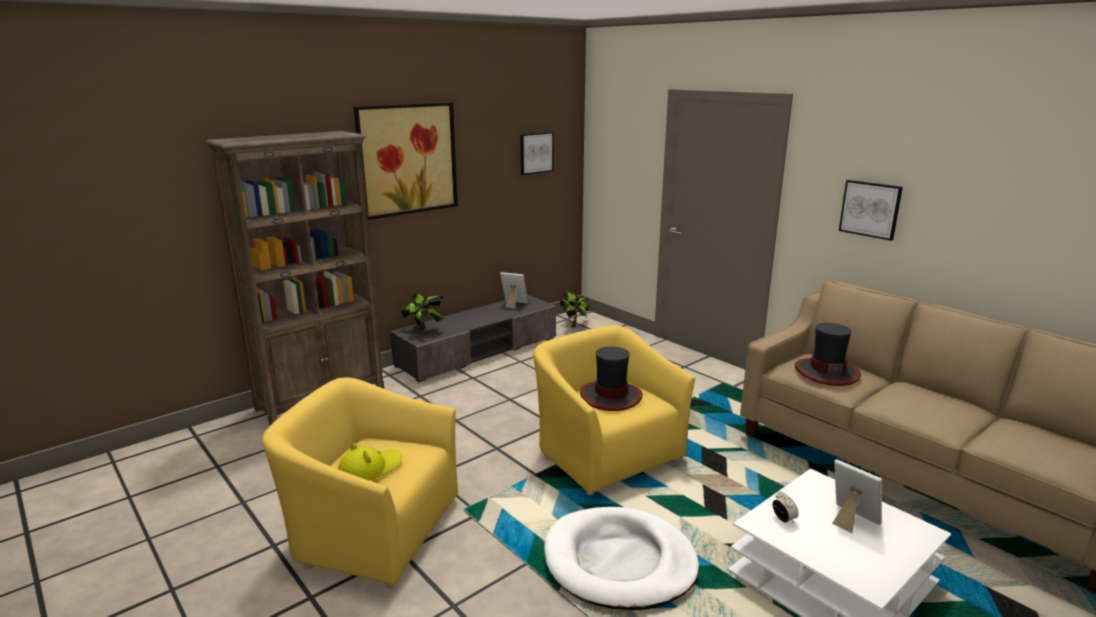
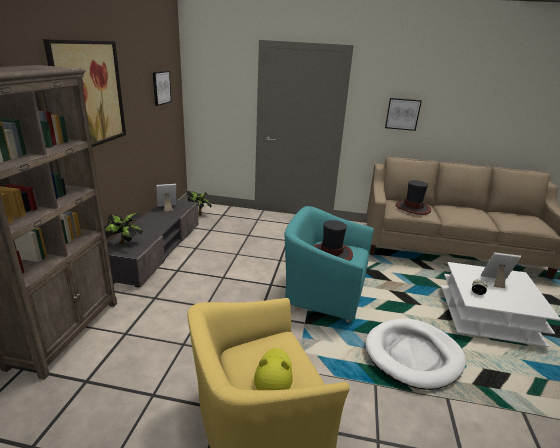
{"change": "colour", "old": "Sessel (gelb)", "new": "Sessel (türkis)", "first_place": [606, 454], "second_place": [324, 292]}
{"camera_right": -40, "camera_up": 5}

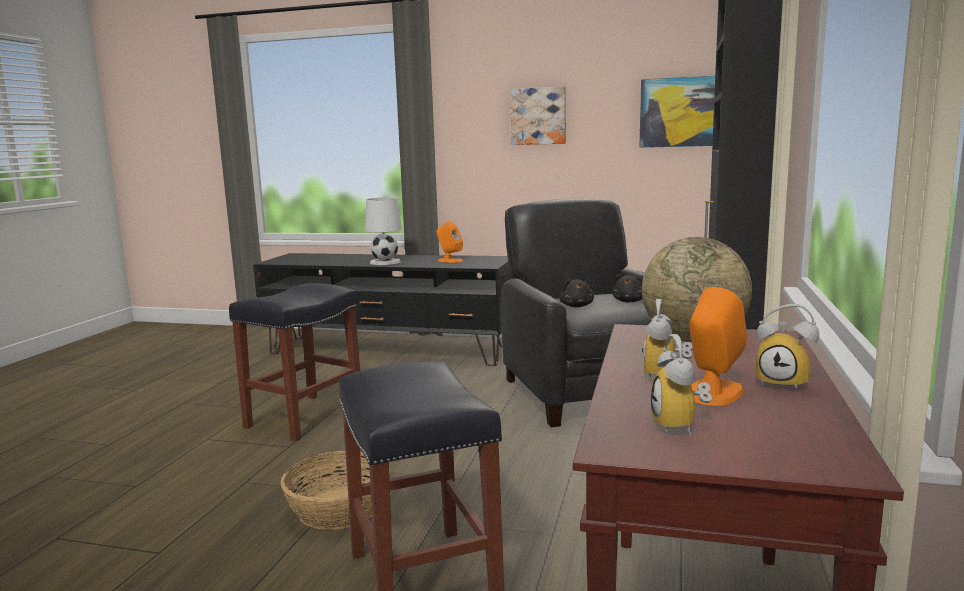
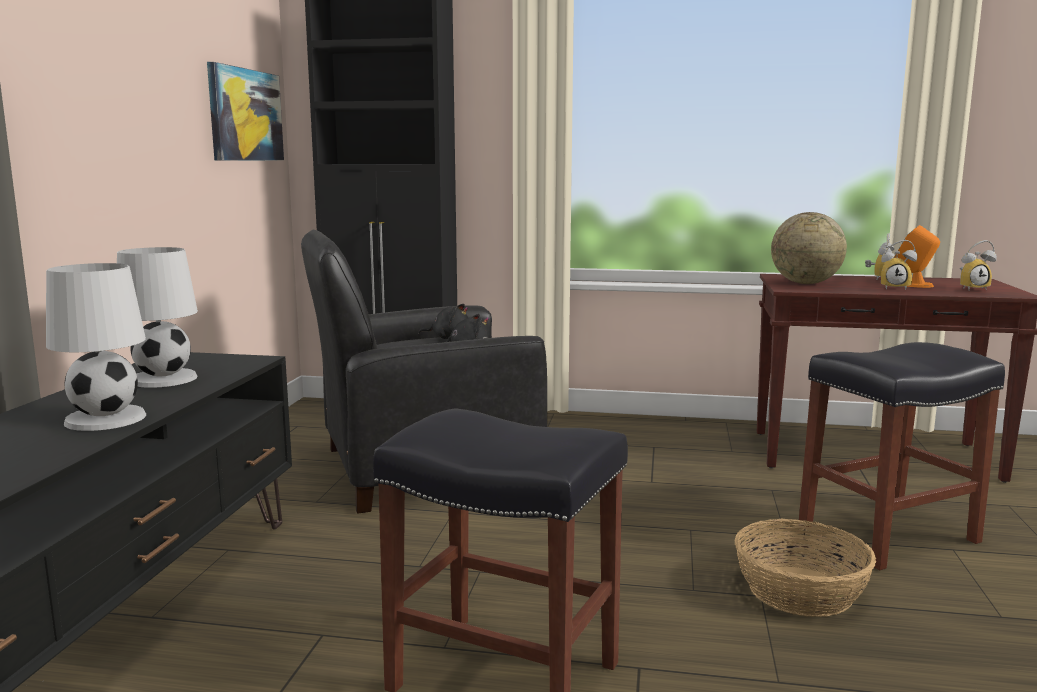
{"change": "missing", "old": "Bild", "first_place": [538, 116]}
{"change": "exchanged", "old": "Lautsprecher (orange)", "new": "Tischlampe (weiß)", "first_place": [449, 260], "second_place": [162, 379]}
{"camera_right": -95, "camera_up": 0}

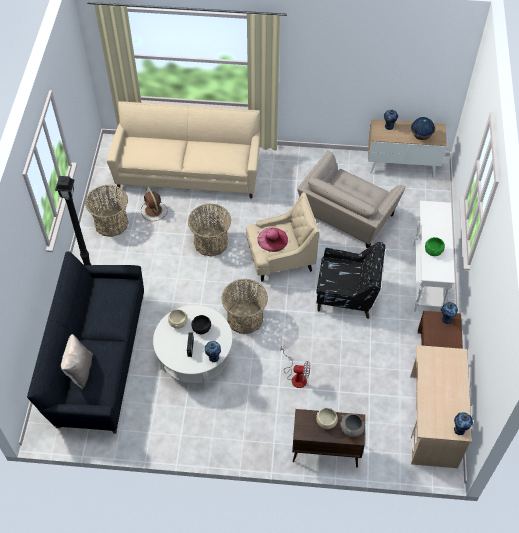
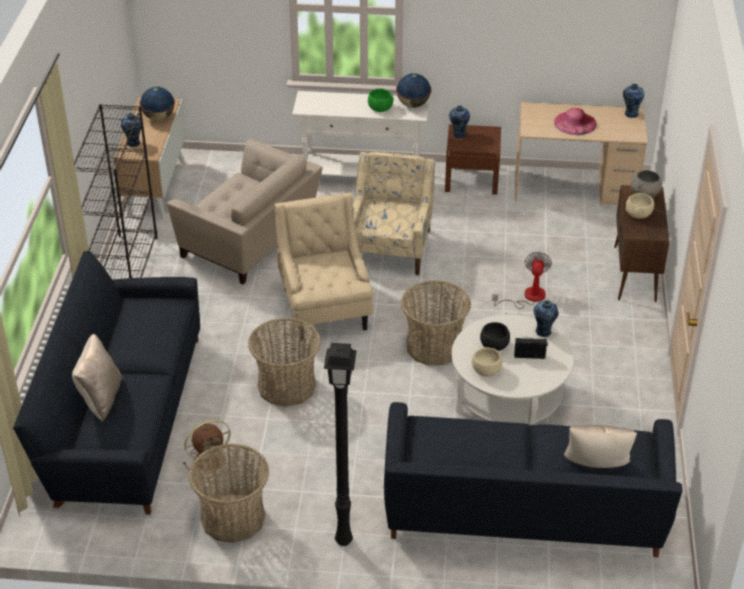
{"change": "appeared", "new": "Kissen (beige)", "second_place": [101, 398]}
{"change": "appeared", "new": "Bücherregal (schwarz)", "second_place": [126, 268]}
{"change": "appeared", "new": "Globus", "second_place": [413, 105]}
{"change": "relocated", "old": "Hut (rosa)", "first_place": [272, 239], "second_place": [575, 123]}
{"change": "colour", "old": "Sofa (beige)", "new": "Sofa (schwarz)", "first_place": [188, 171], "second_place": [123, 418]}
{"change": "colour", "old": "Sessel (schwarz)", "new": "Sessel (beige)", "first_place": [347, 295], "second_place": [390, 247]}
{"camera_right": -90, "camera_up": -15}

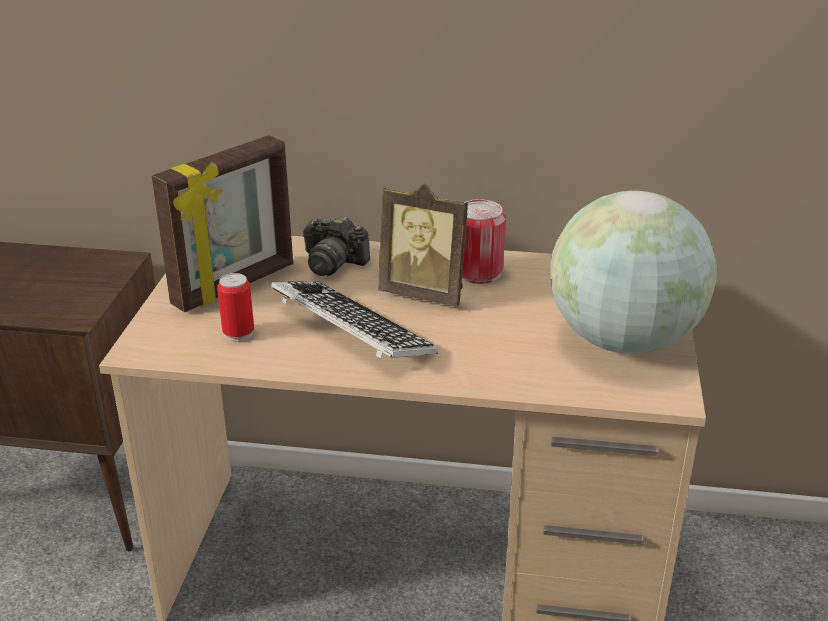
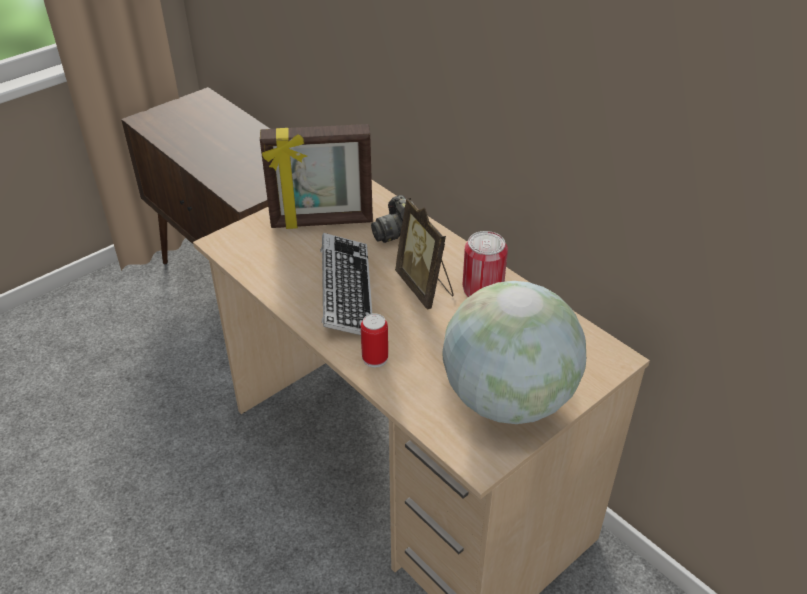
{"change": "relocated", "old": "Dose", "first_place": [238, 333], "second_place": [375, 358]}
{"camera_right": 40, "camera_up": 10}

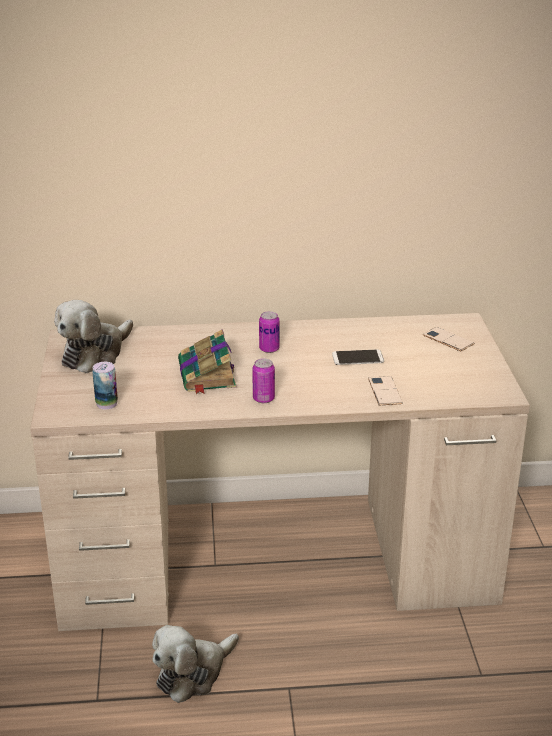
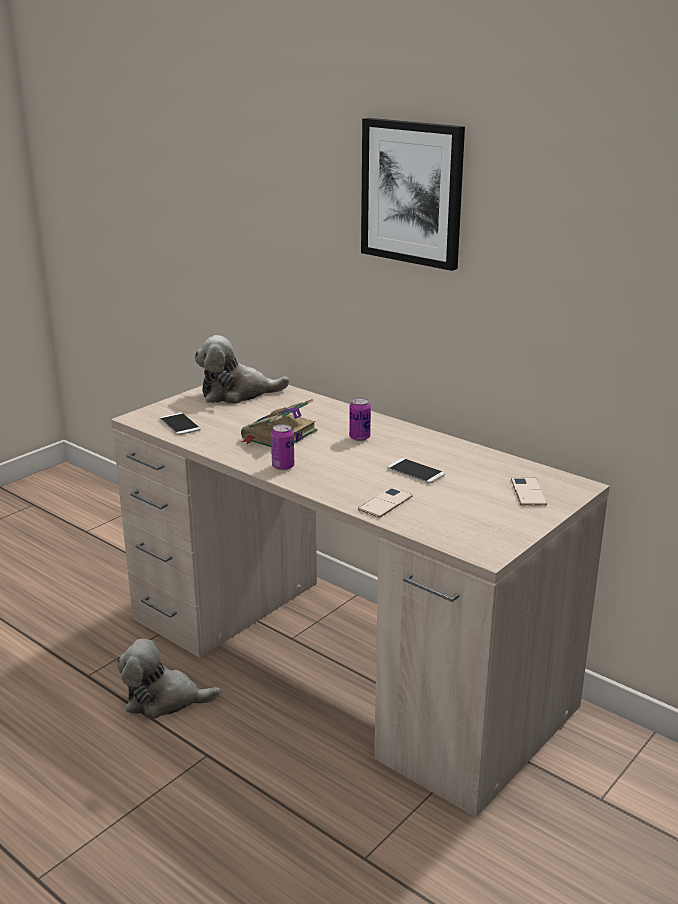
{"change": "appeared", "new": "Bild", "second_place": [412, 192]}
{"change": "exchanged", "old": "Dose", "new": "Handy", "first_place": [106, 404], "second_place": [179, 424]}
{"camera_right": 45, "camera_up": -5}

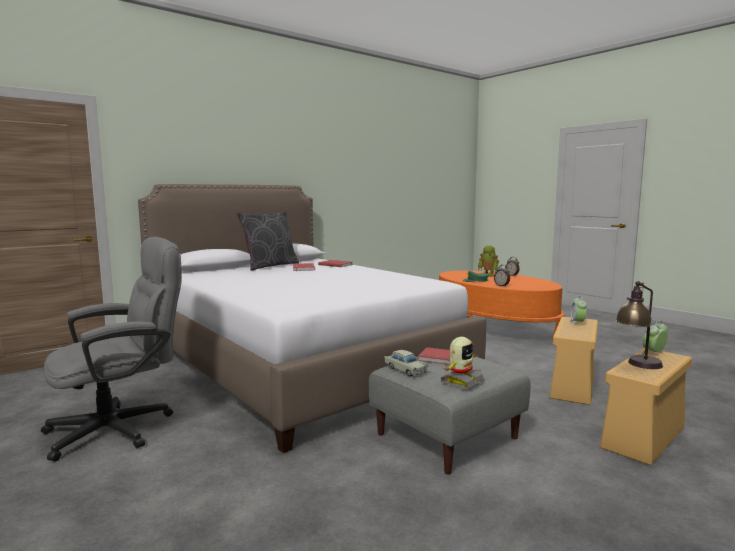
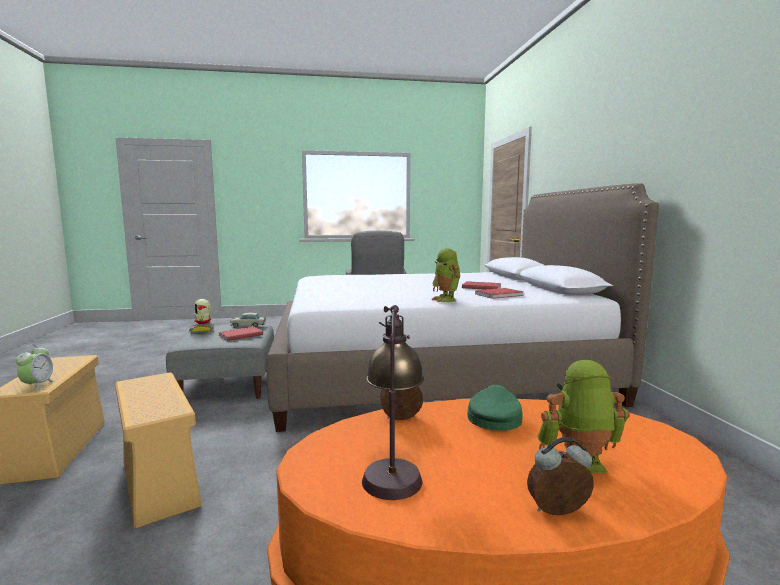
{"change": "missing", "old": "Kissen (grau)", "first_place": [270, 266]}
{"change": "missing", "old": "Wecker", "first_place": [577, 323]}
{"change": "appeared", "new": "Spielzeugroboter", "second_place": [446, 300]}
{"change": "relocated", "old": "Tischlampe", "first_place": [637, 365], "second_place": [393, 468]}
{"camera_right": 120, "camera_up": 0}

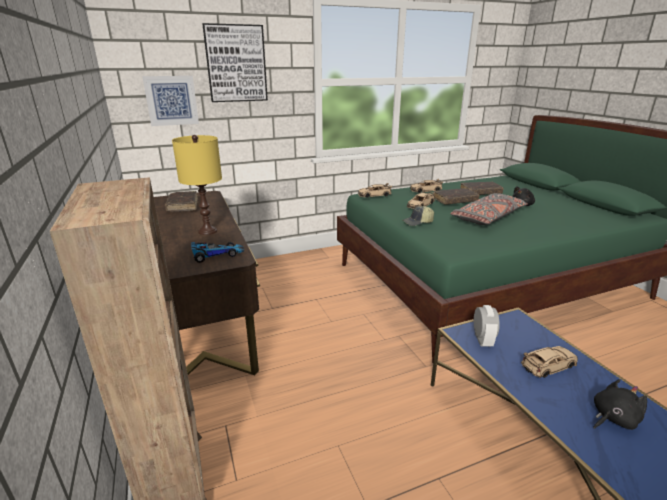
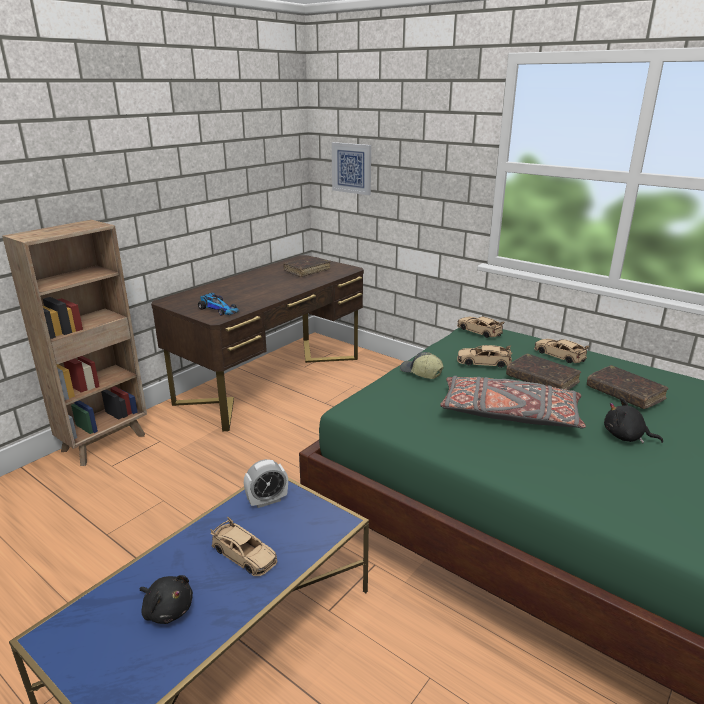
{"change": "missing", "old": "Tischlampe (gelb)", "first_place": [207, 231]}
{"change": "missing", "old": "Bild", "first_place": [236, 64]}
{"camera_right": 60, "camera_up": 0}

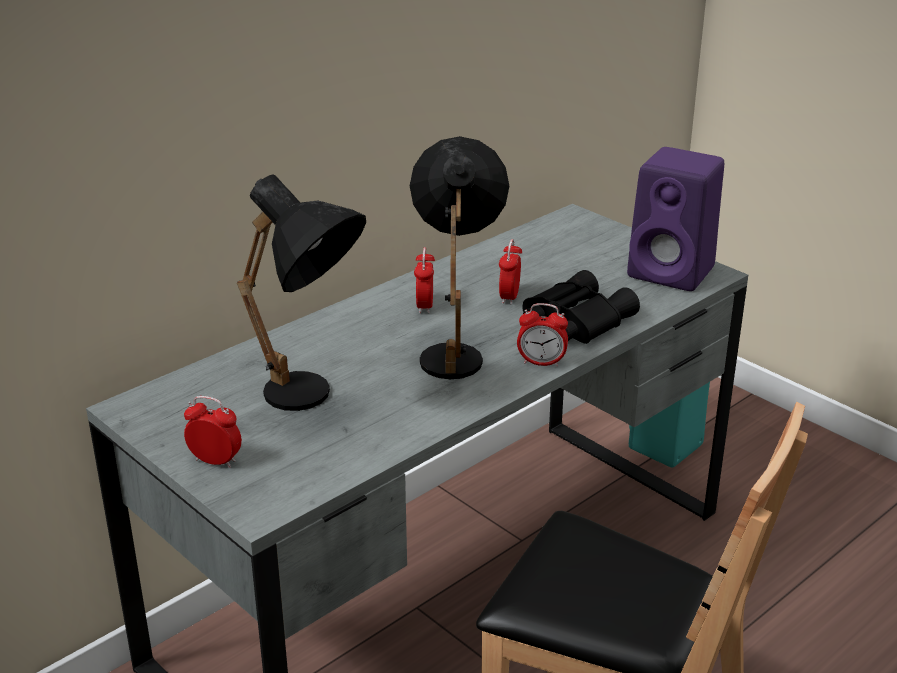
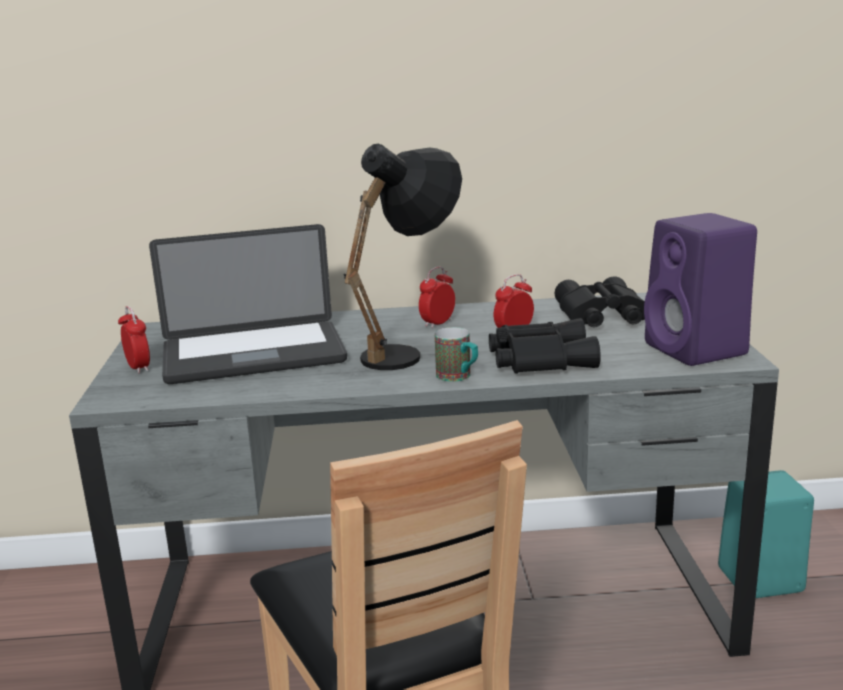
{"change": "appeared", "new": "Fernglas (schwarz)", "second_place": [599, 316]}
{"change": "exchanged", "old": "Tischlampe (schwarz)", "new": "Laptop", "first_place": [312, 403], "second_place": [253, 355]}
{"change": "exchanged", "old": "Wecker", "new": "Henkelbecher", "first_place": [541, 362], "second_place": [459, 377]}
{"camera_right": 40, "camera_up": -10}

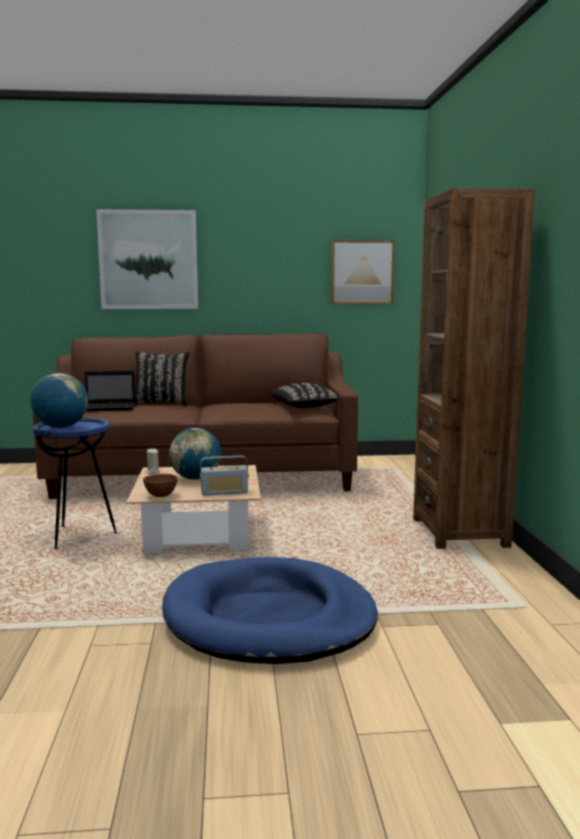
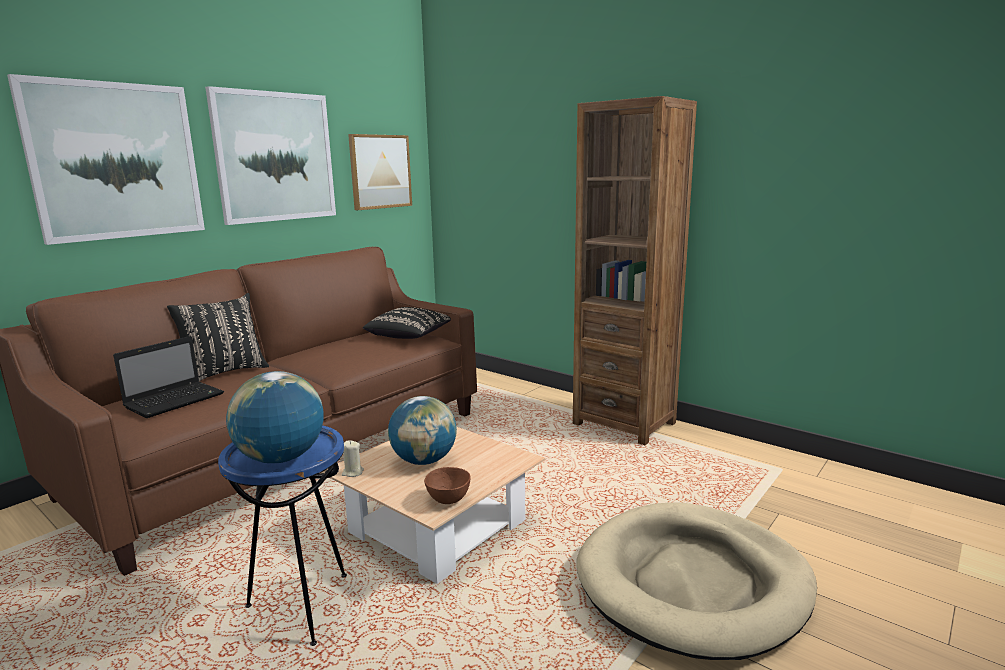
{"change": "missing", "old": "Radio", "first_place": [224, 492]}
{"change": "appeared", "new": "Bild", "second_place": [275, 157]}
{"change": "colour", "old": "Hundebett (blau)", "new": "Hundebett (beige)", "first_place": [269, 618], "second_place": [693, 582]}
{"camera_right": -45, "camera_up": 5}

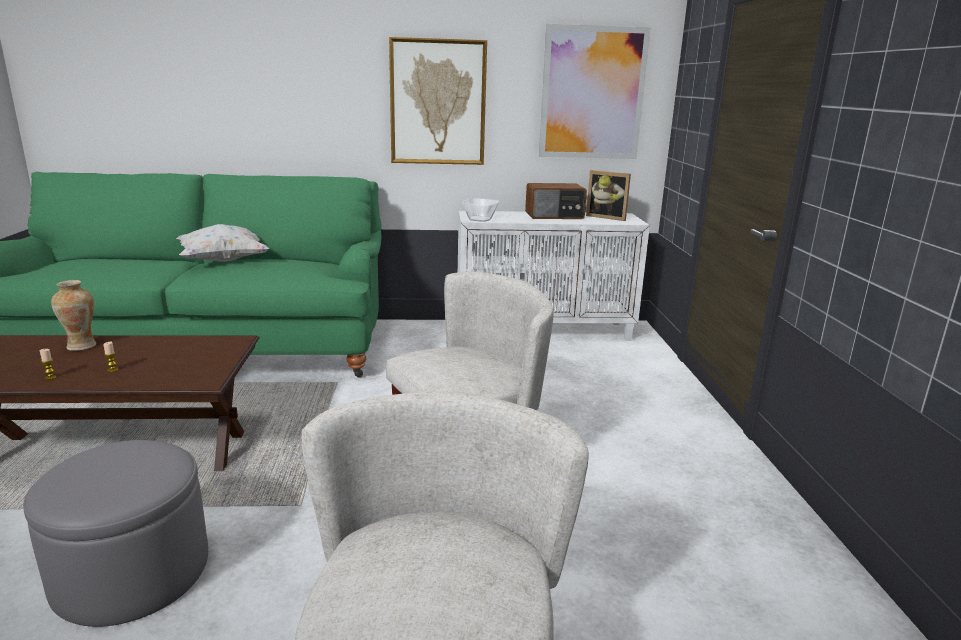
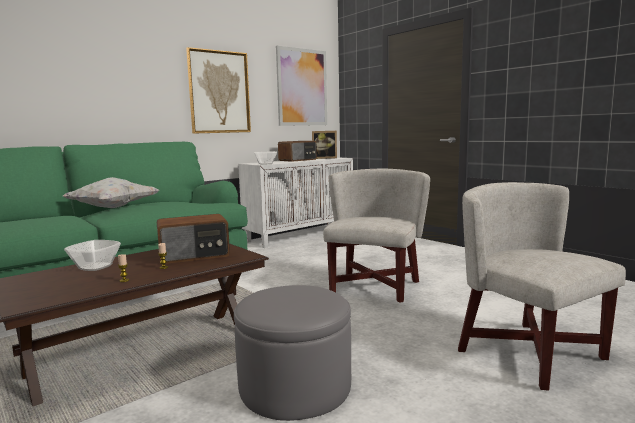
{"change": "appeared", "new": "Radio", "second_place": [194, 255]}
{"change": "exchanged", "old": "Vase", "new": "Schüssel", "first_place": [81, 346], "second_place": [95, 267]}
{"camera_right": -35, "camera_up": -10}

